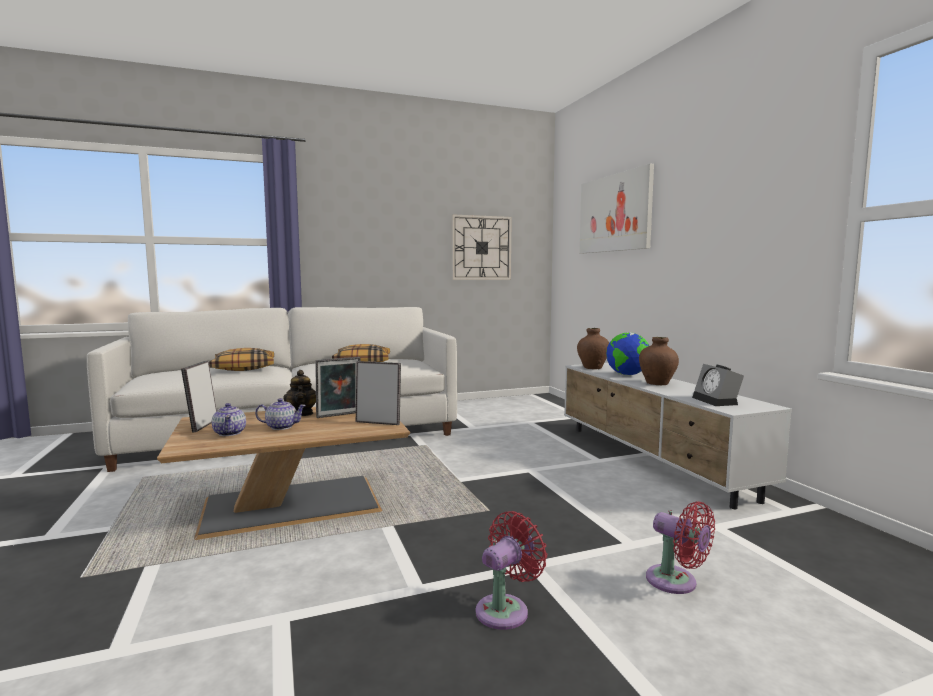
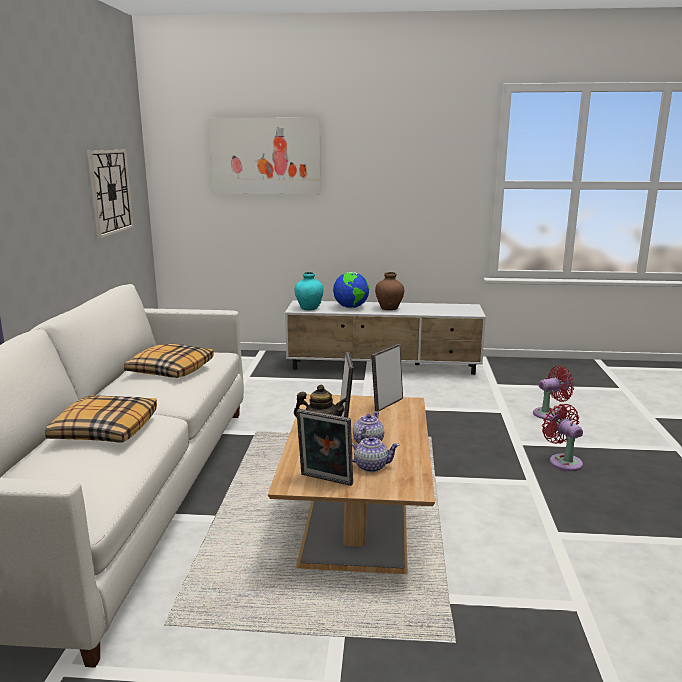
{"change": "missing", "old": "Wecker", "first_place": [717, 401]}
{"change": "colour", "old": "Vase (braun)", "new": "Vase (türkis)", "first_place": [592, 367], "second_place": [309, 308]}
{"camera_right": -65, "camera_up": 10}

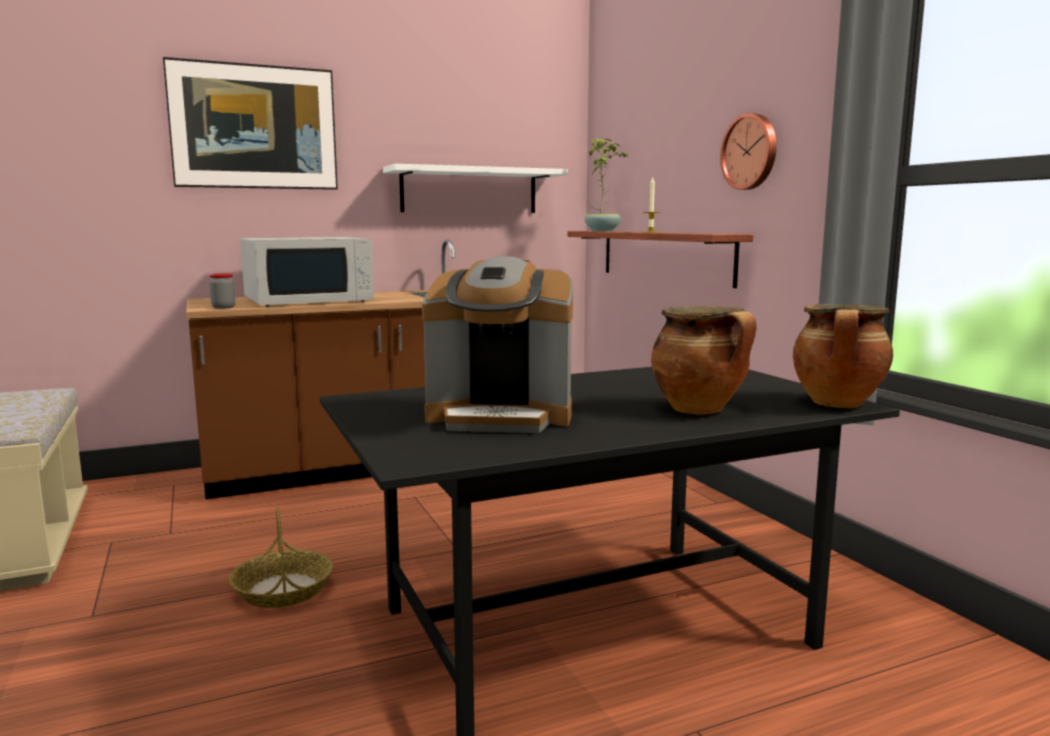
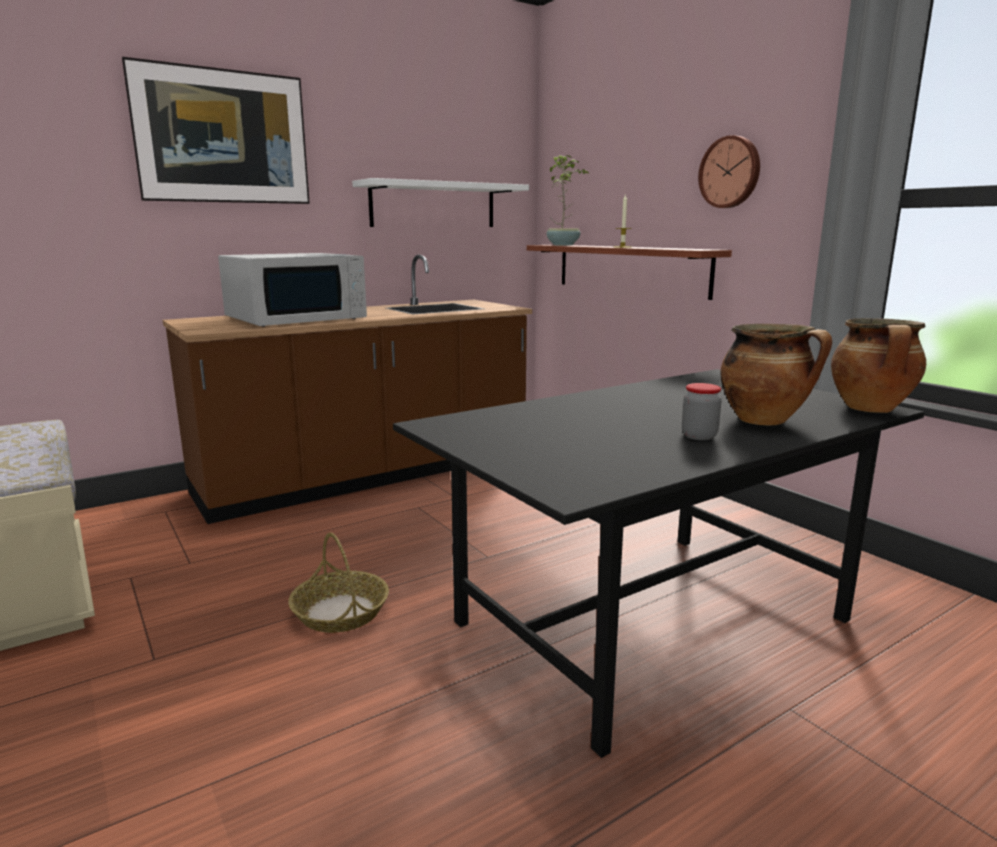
{"change": "missing", "old": "Kaffeemaschine", "first_place": [501, 417]}
{"change": "relocated", "old": "Vorratsglas", "first_place": [223, 307], "second_place": [699, 436]}
{"camera_right": -10, "camera_up": 5}

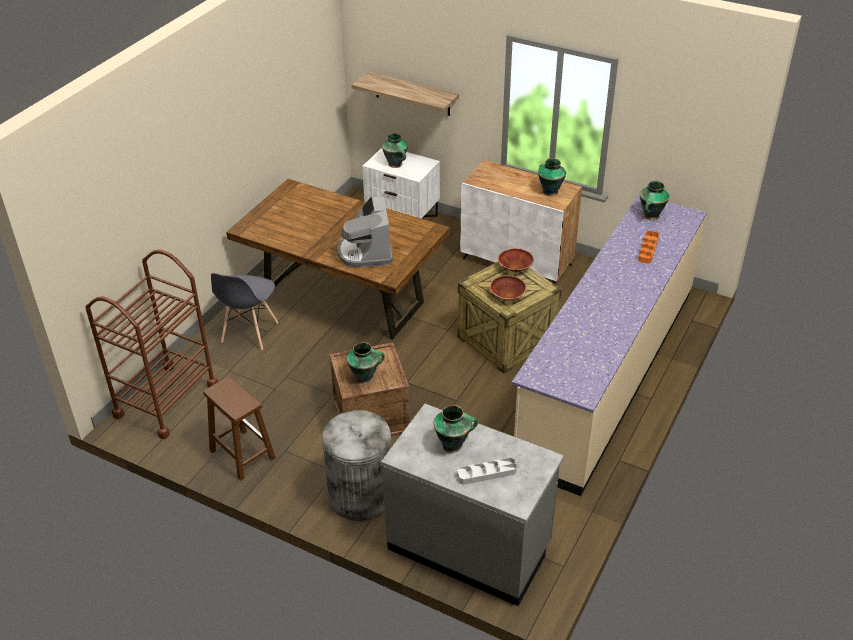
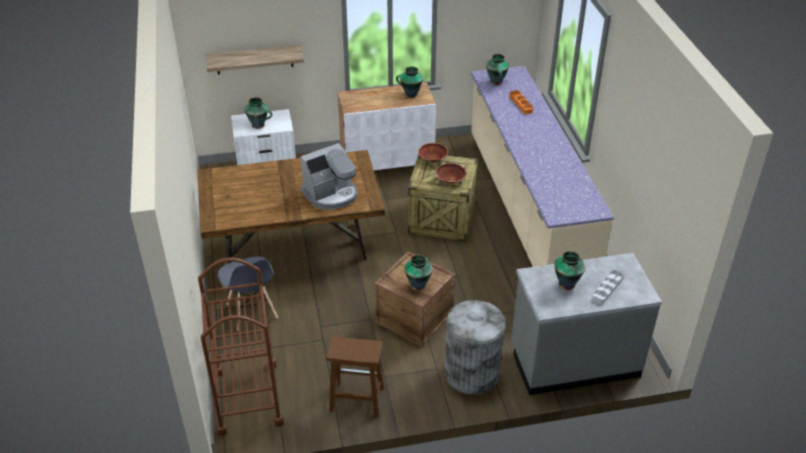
{"change": "spun", "old": "Kaffeemaschine", "first_place": [366, 252], "second_place": [331, 194], "degrees": -75}
{"camera_right": -40, "camera_up": 0}

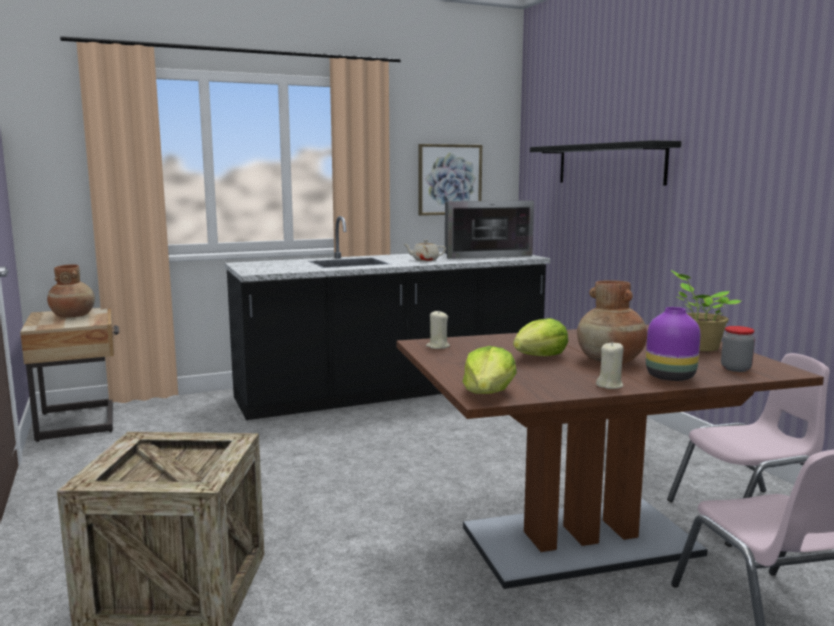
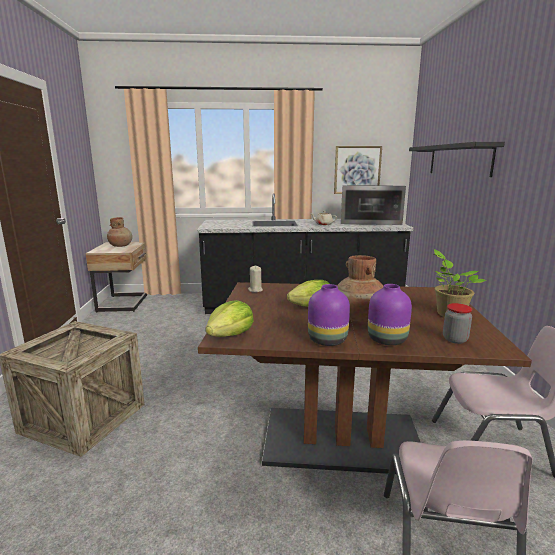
{"change": "exchanged", "old": "Kerze (beige)", "new": "Vase (lila)", "first_place": [609, 385], "second_place": [327, 341]}
{"camera_right": 20, "camera_up": 5}

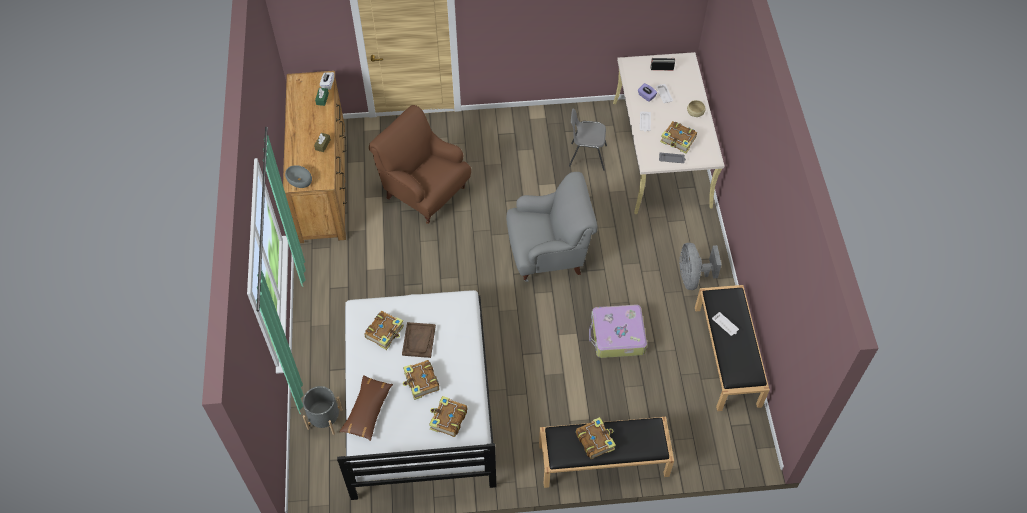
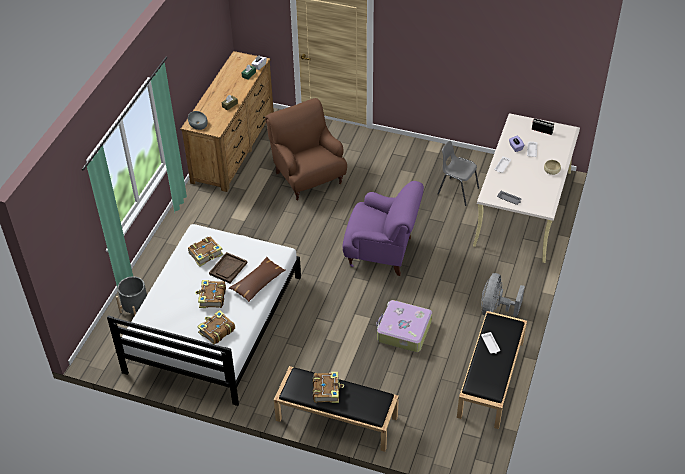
{"change": "missing", "old": "Buch", "first_place": [678, 141]}
{"change": "relocated", "old": "Kissen (braun)", "first_place": [367, 410], "second_place": [258, 283]}
{"change": "colour", "old": "Sessel (grau)", "new": "Sessel (lila)", "first_place": [548, 253], "second_place": [382, 252]}
{"camera_right": 25, "camera_up": -10}

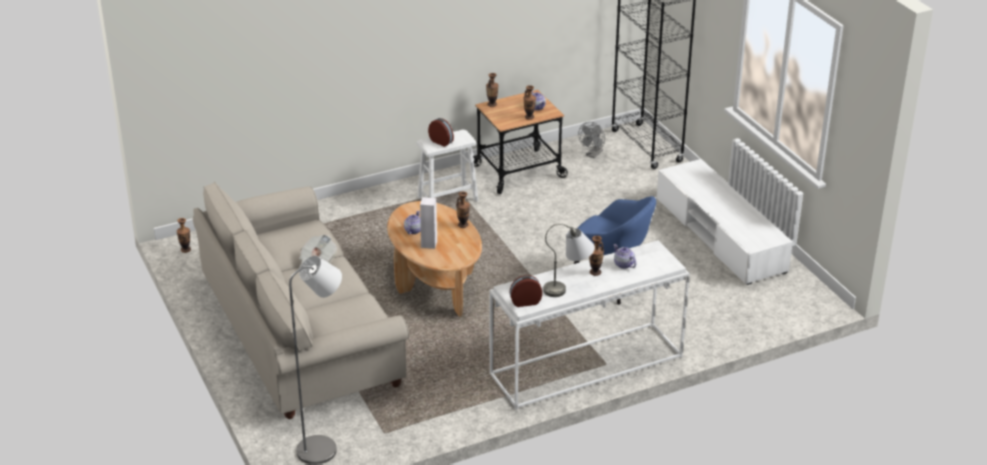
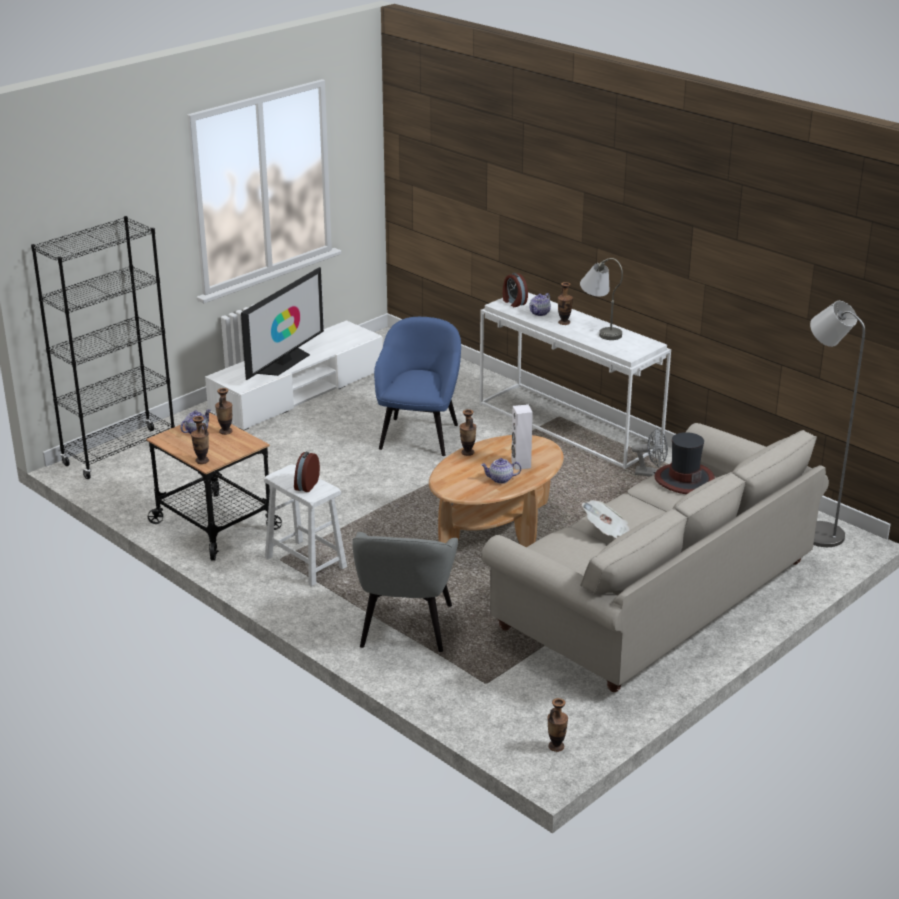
{"change": "appeared", "new": "Fernseher", "second_place": [284, 362]}
{"change": "appeared", "new": "Sessel (grau)", "second_place": [406, 628]}
{"change": "appeared", "new": "Hut", "second_place": [684, 479]}
{"change": "relocated", "old": "Wecker", "first_place": [525, 301], "second_place": [514, 302]}
{"change": "relocated", "old": "Ventilator (grau)", "first_place": [593, 155], "second_place": [650, 474]}
{"camera_right": -110, "camera_up": -5}

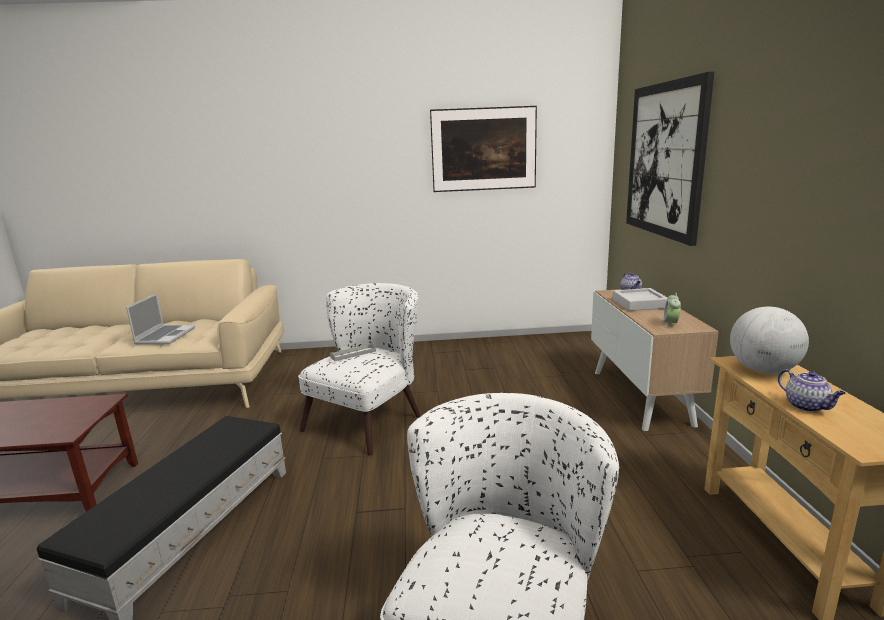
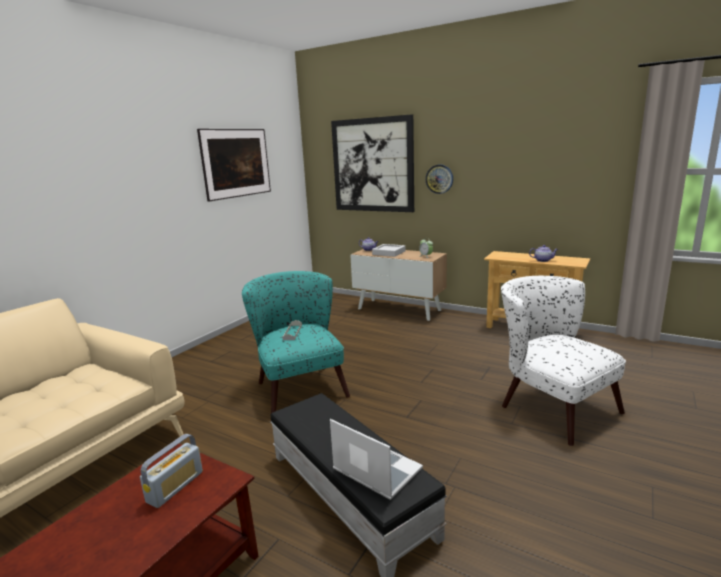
{"change": "missing", "old": "Globus", "first_place": [763, 370]}
{"change": "appeared", "new": "Radio", "second_place": [175, 486]}
{"change": "appeared", "new": "Wanduhr", "second_place": [439, 179]}
{"change": "relocated", "old": "Laptop", "first_place": [165, 336], "second_place": [375, 470]}
{"change": "colour", "old": "Sessel (weiß)", "new": "Sessel (türkis)", "first_place": [371, 418], "second_place": [299, 385]}
{"camera_right": -55, "camera_up": 0}

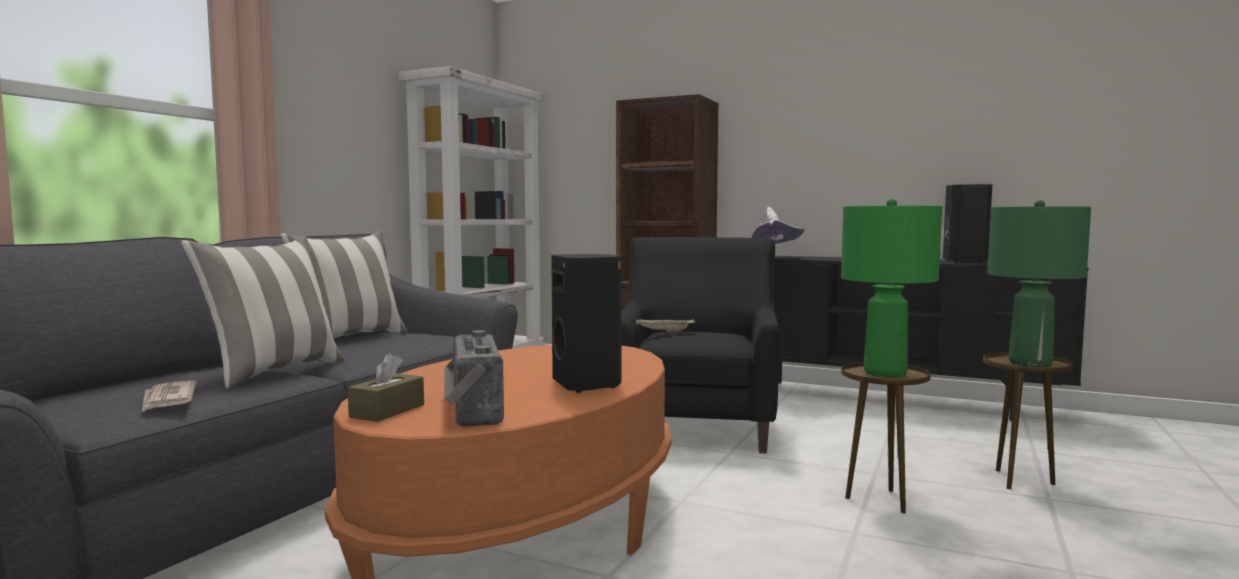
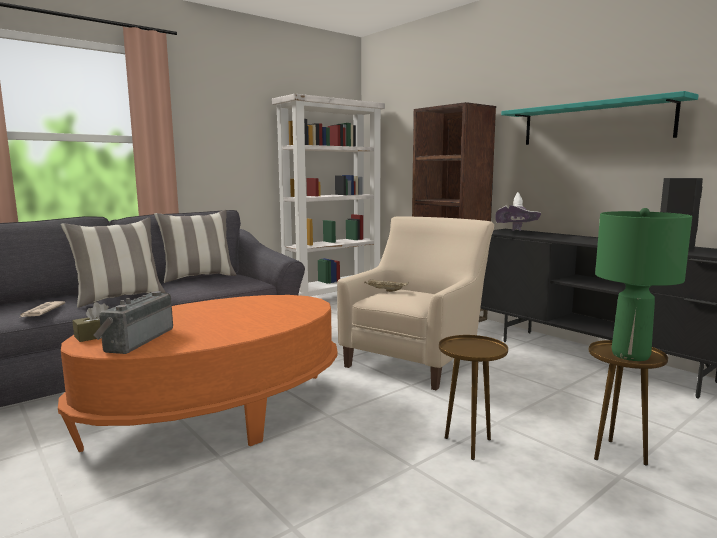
{"change": "missing", "old": "Lautsprecher (schwarz)", "first_place": [588, 385]}
{"change": "missing", "old": "Tischlampe (grün)", "first_place": [884, 373]}
{"change": "appeared", "new": "Wandregal (türkis)", "second_place": [594, 123]}
{"change": "colour", "old": "Sessel (schwarz)", "new": "Sessel (beige)", "first_place": [696, 424], "second_place": [418, 358]}
{"camera_right": 25, "camera_up": 5}

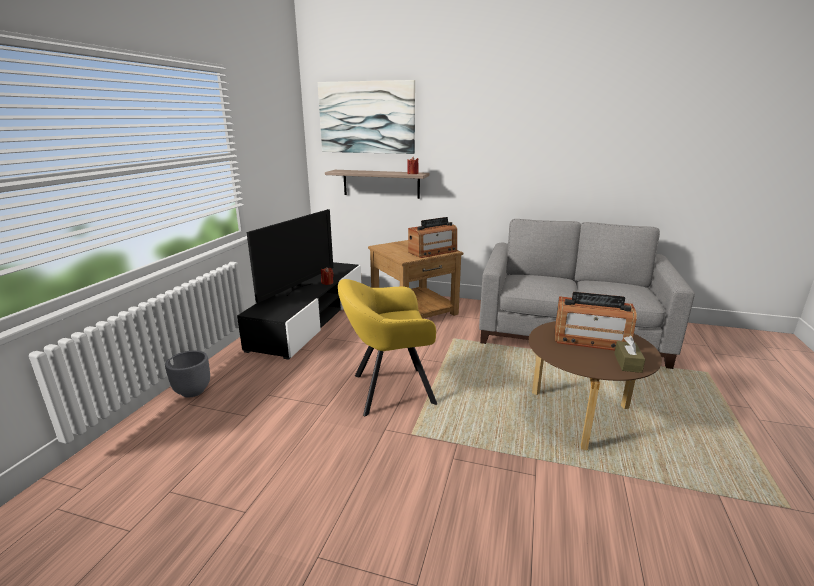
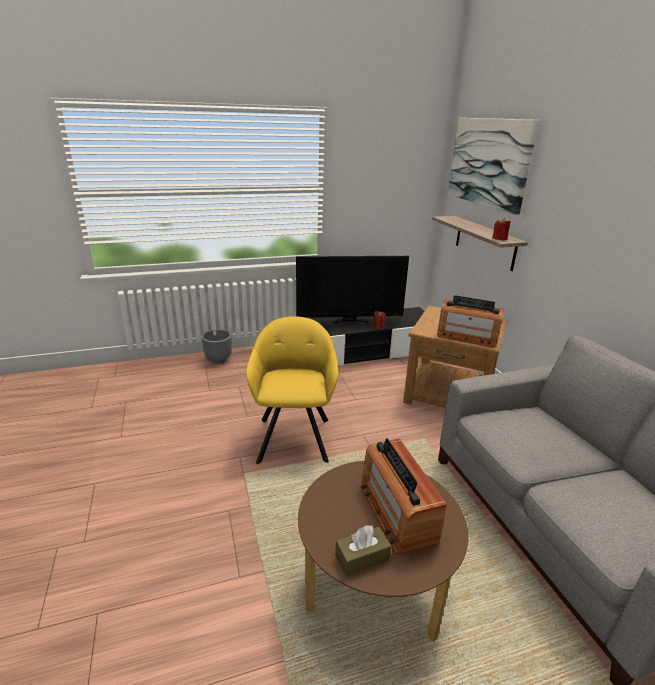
{"change": "spun", "old": "Sessel (gelb)", "first_place": [388, 390], "second_place": [294, 436], "degrees": 45}
{"camera_right": 55, "camera_up": 5}

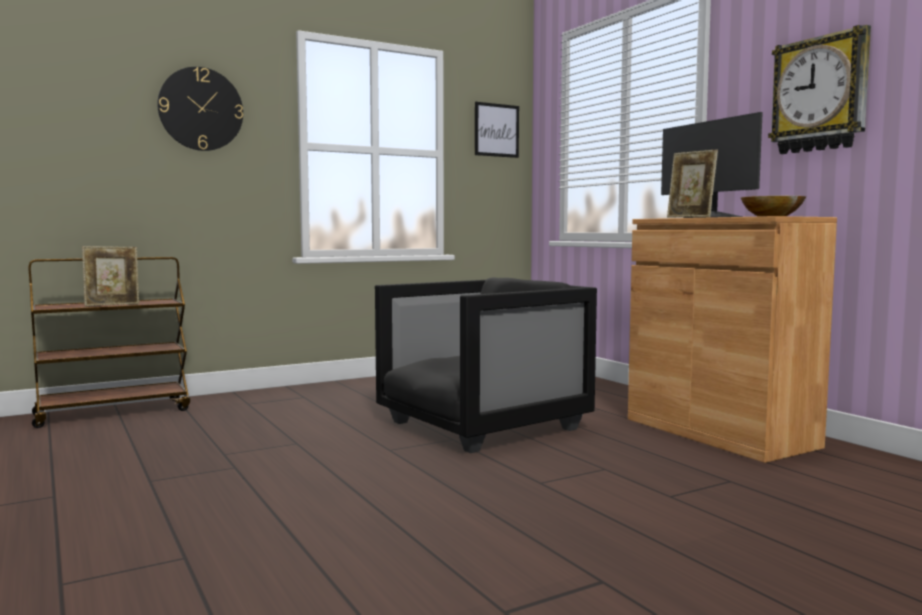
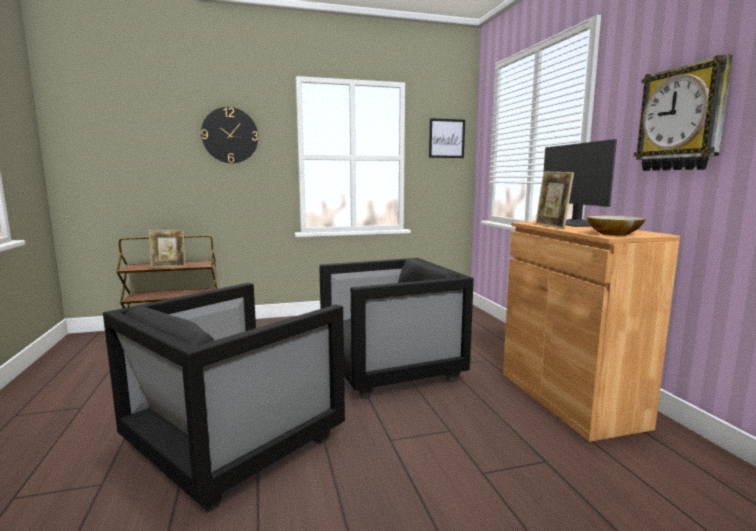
{"change": "appeared", "new": "Sessel (schwarz)", "second_place": [236, 443]}
{"camera_right": 15, "camera_up": 5}

